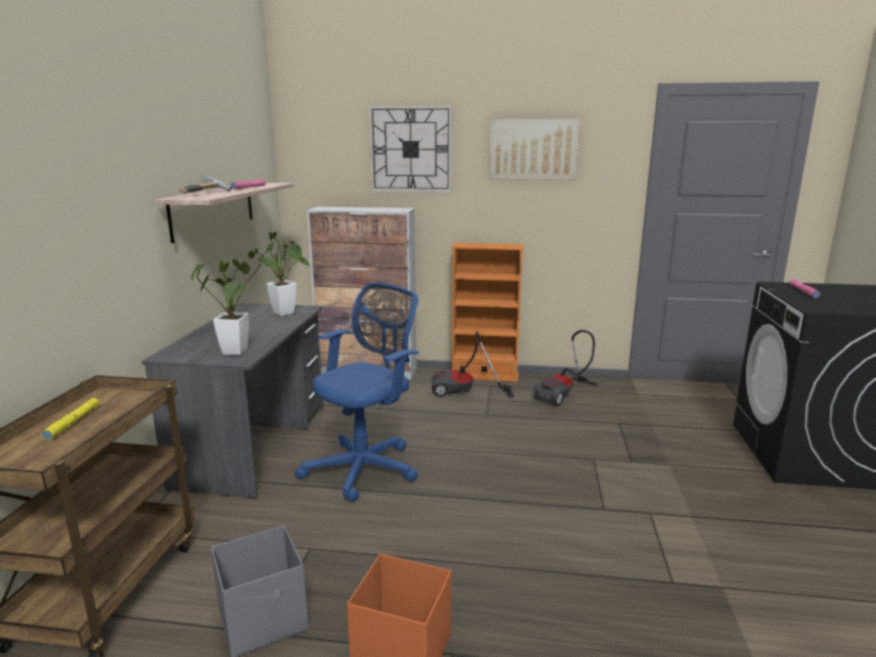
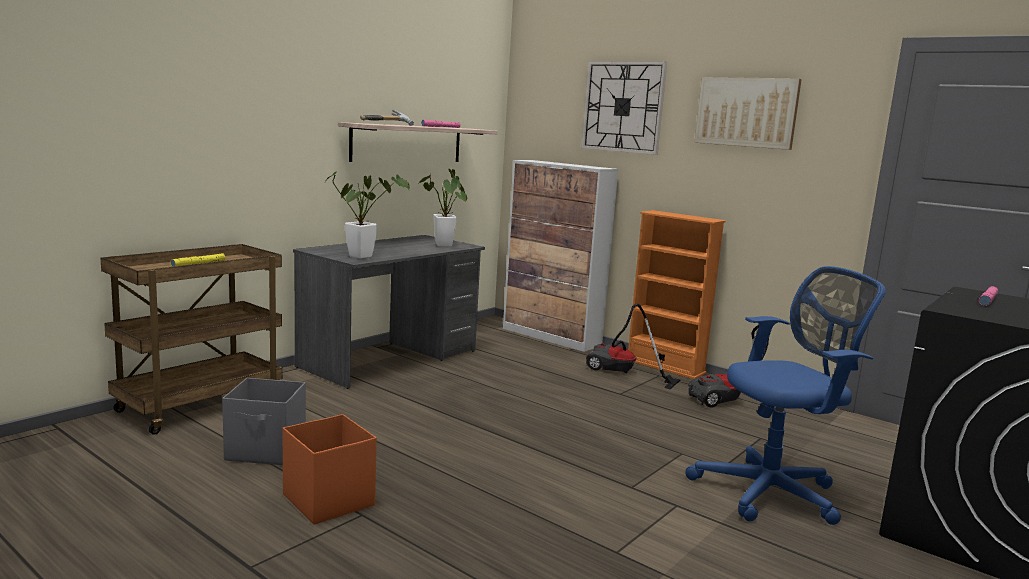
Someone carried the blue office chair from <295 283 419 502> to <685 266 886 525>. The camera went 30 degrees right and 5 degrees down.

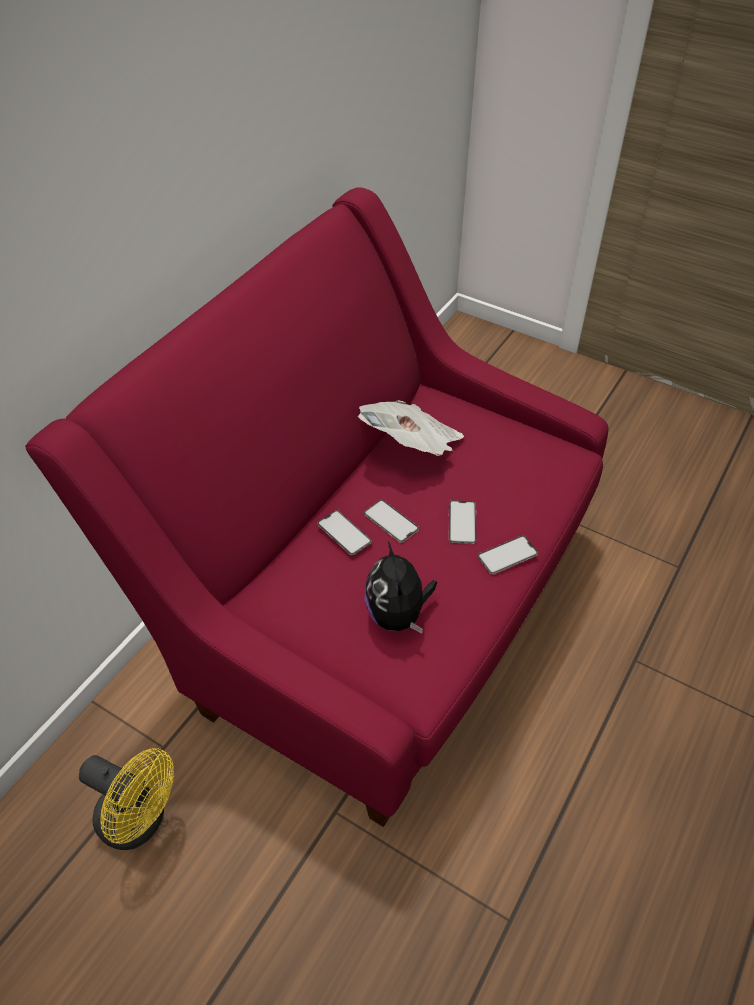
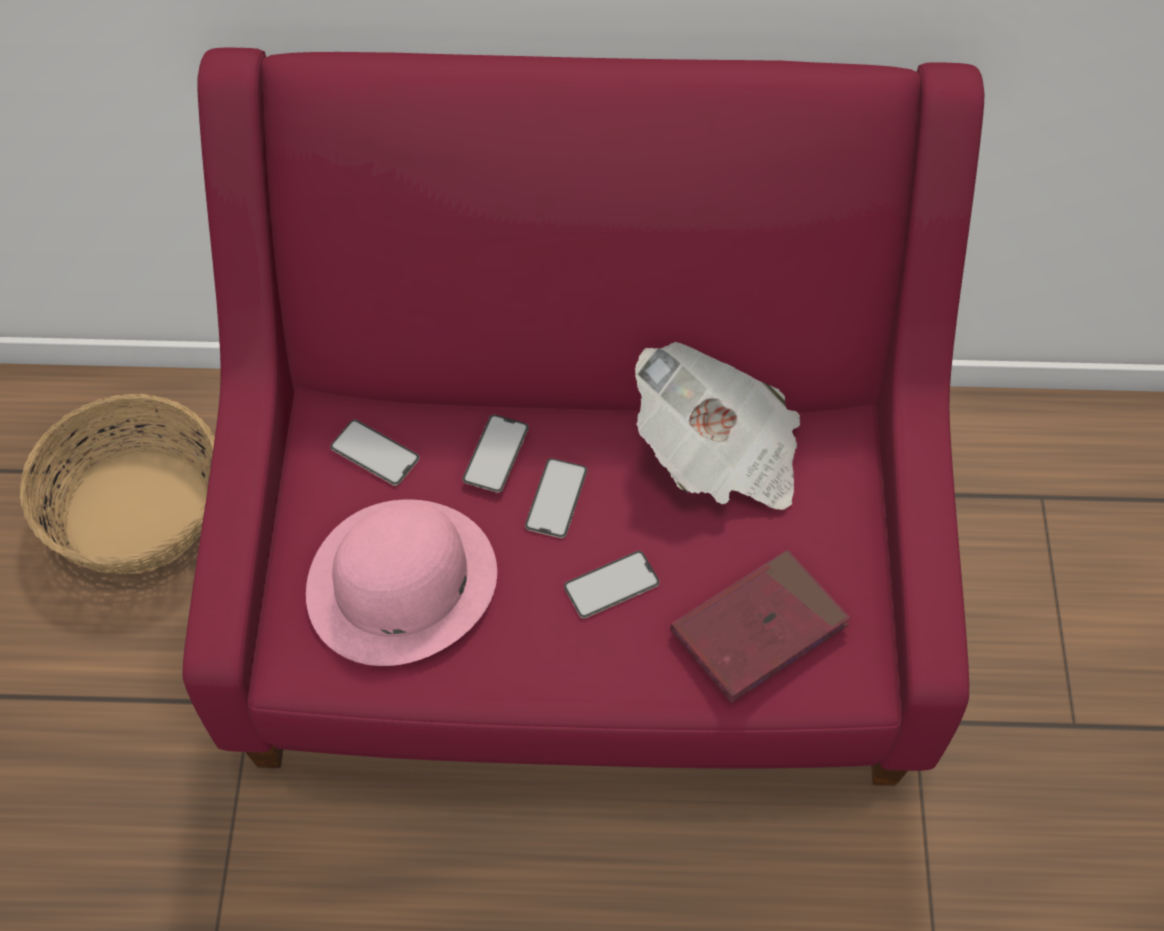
Someone swapped the yellow fan at <79 748 174 850> for the basket at <20 394 215 574>. Someone swapped the plush toy at <365 542 437 633> for the pink hat at <306 499 497 666>. Someone carried the phone from <477 535 538 575> to <330 420 419 486>. Someone put down the red book at <670 550 850 703>. The camera went 60 degrees right and 10 degrees up.

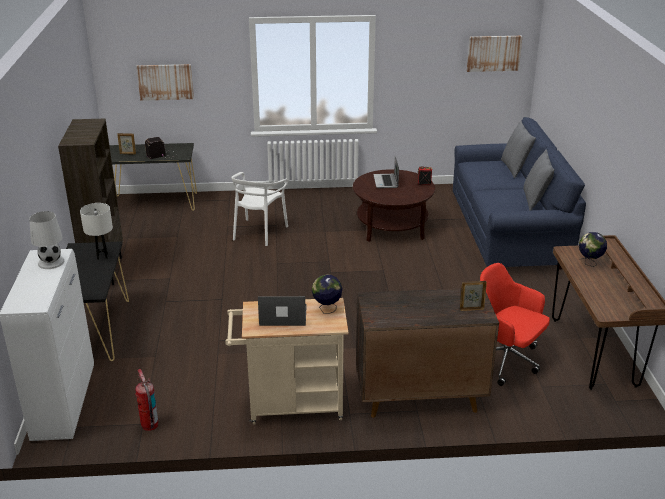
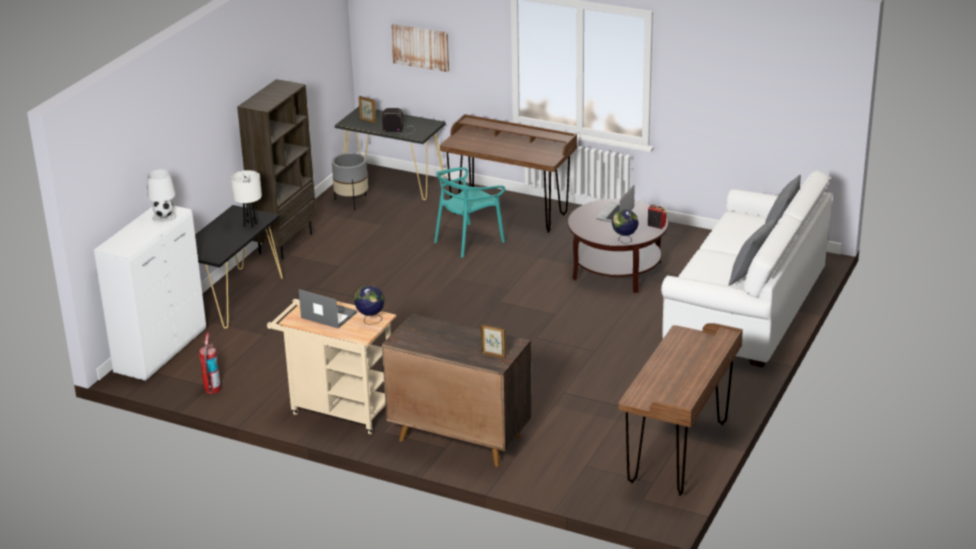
Someone repainted the white chair at <231 172 288 246>, which became the turquoise chair at <434 167 505 258>. Someone repainted the blue sofa at <453 117 586 269>, which became the white sofa at <661 171 832 367>. Someone took away the picture at <467 36 523 72>. Someone took away the red office chair at <480 263 550 386>. Someone carried the globe from <579 232 607 267> to <612 209 639 244>. Someone put down the grey planter at <332 153 368 210>. Someone put down the brown desk at <440 114 577 233>. The camera went 30 degrees right and 0 degrees up.

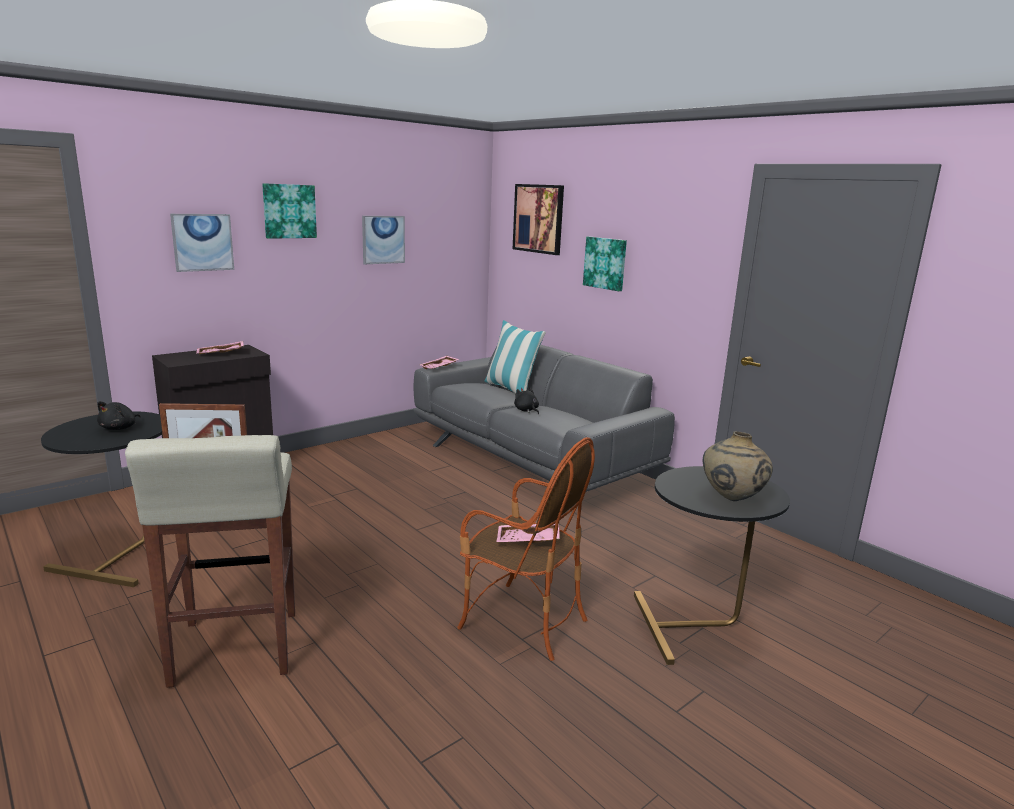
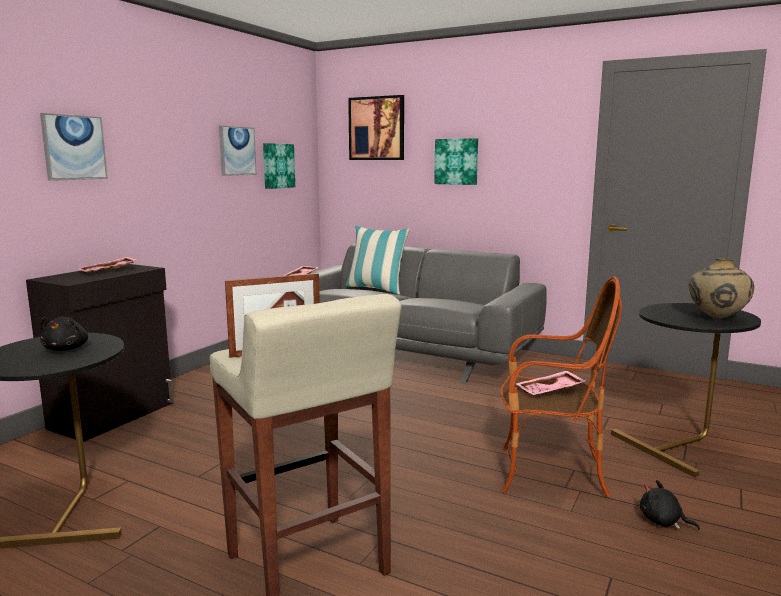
Someone carried the picture from <262 183 317 239> to <263 143 295 189>. Someone carried the black plush toy from <514 387 539 414> to <640 480 700 530>. The camera went 20 degrees left and 5 degrees down.

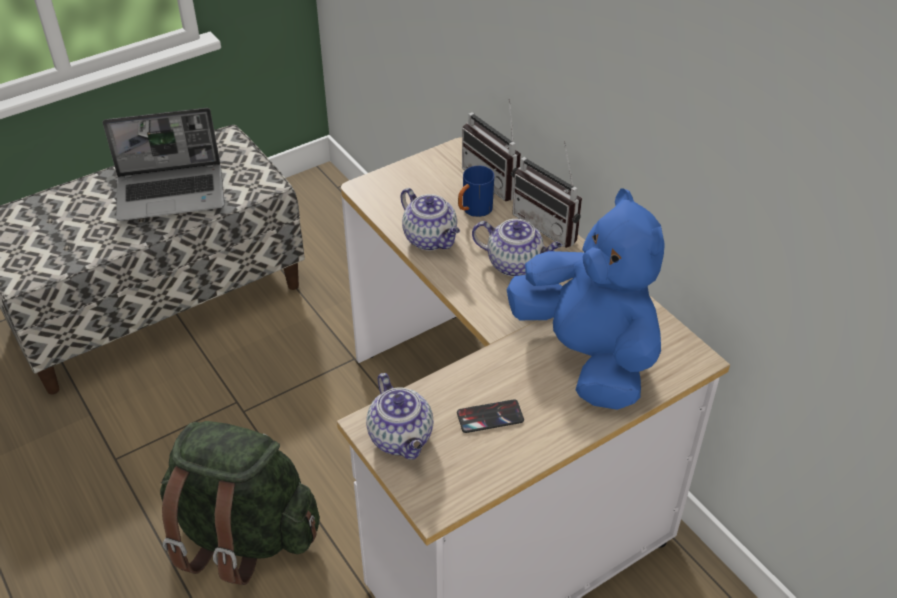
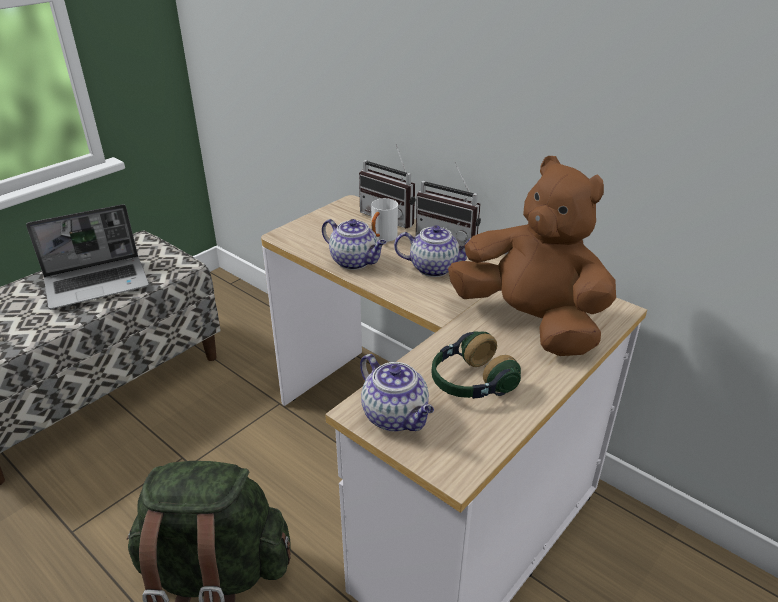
Someone swapped the phone at <457 399 524 433> for the headphones at <431 331 521 399>. Someone repainted the blue mug at <458 166 494 217>, which became the white mug at <371 198 398 242>. Someone repainted the blue plush toy at <507 189 665 410>, which became the brown plush toy at <448 156 616 356>. The camera went 15 degrees left and 10 degrees down.

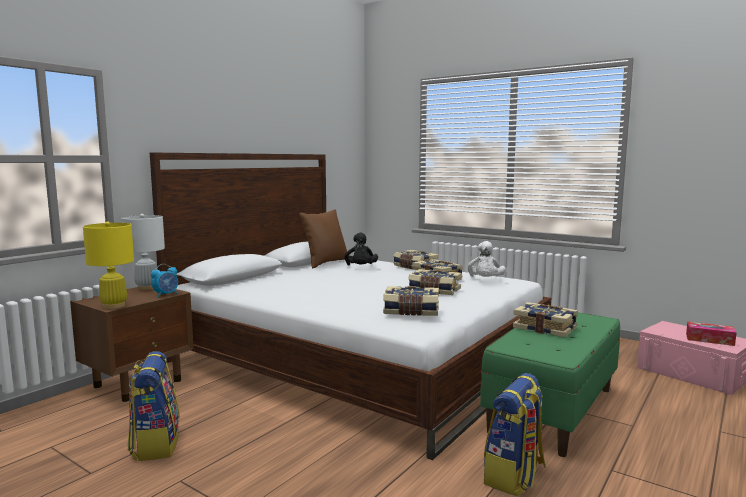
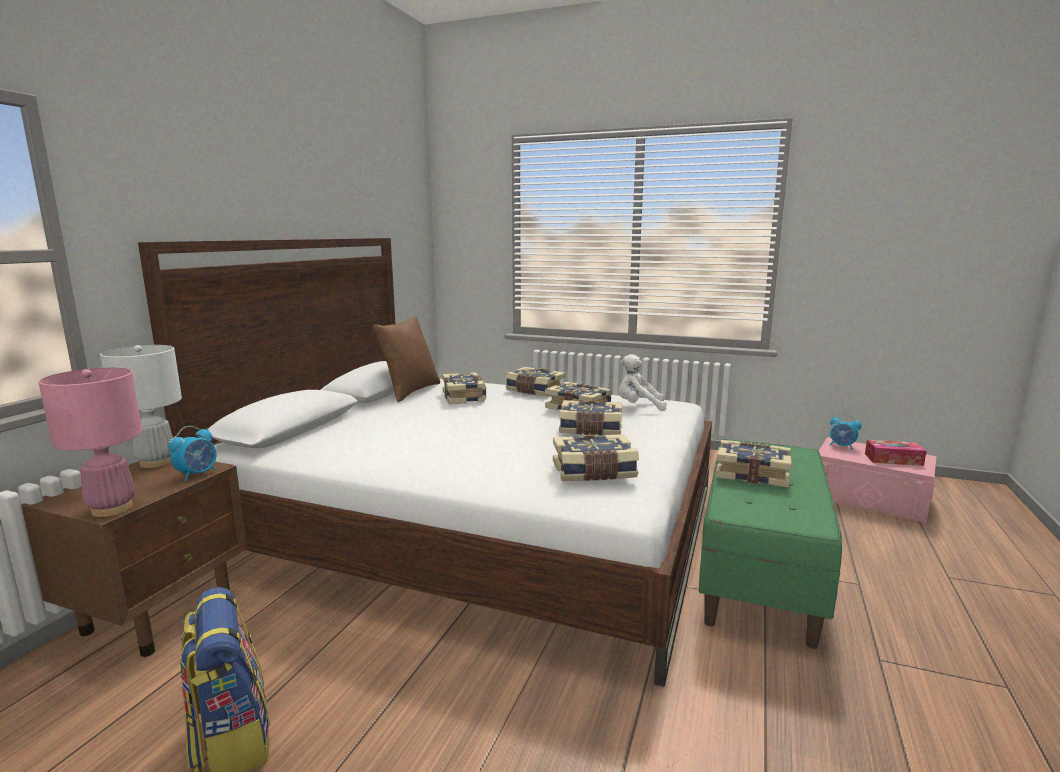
Someone repainted the yellow table lamp at <83 221 134 309>, which became the pink table lamp at <39 368 142 517>. Someone swapped the black plush toy at <344 232 378 266> for the book at <442 372 487 404>. Someone rotated the white plush toy at <467 241 506 277> by 105 degrees clockwise. Someone took away the backpack at <484 373 546 496>. Someone put down the alarm clock at <830 414 861 450>. The camera went 15 degrees left and 5 degrees up.

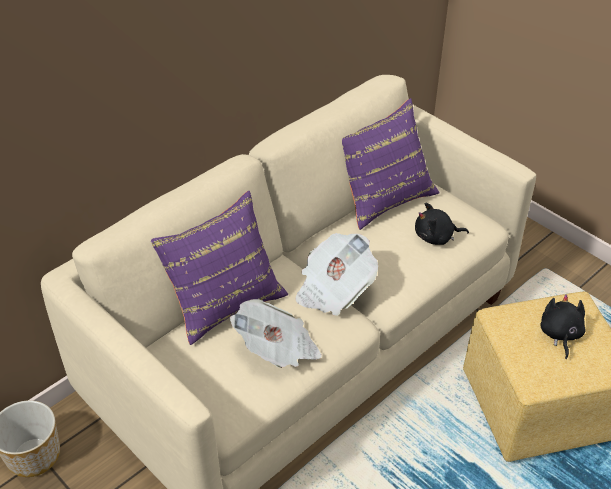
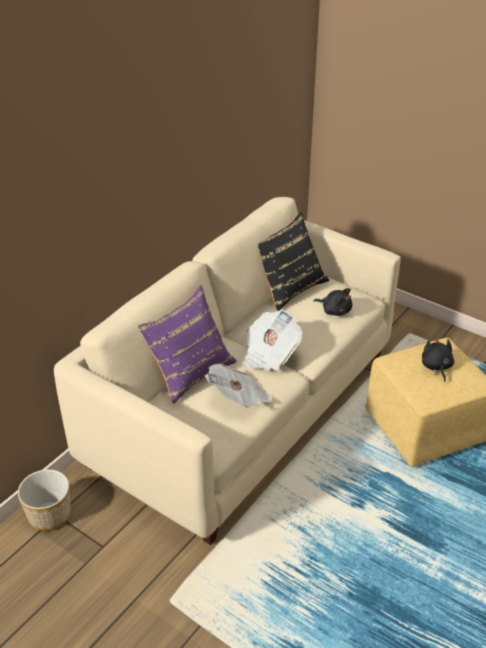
Someone repainted the purple pillow at <342 98 439 230>, which became the black pillow at <258 212 330 311>. Someone rotated the black plush toy at <415 203 469 245> by 135 degrees counterclockwise. The camera went 10 degrees left and 5 degrees down.

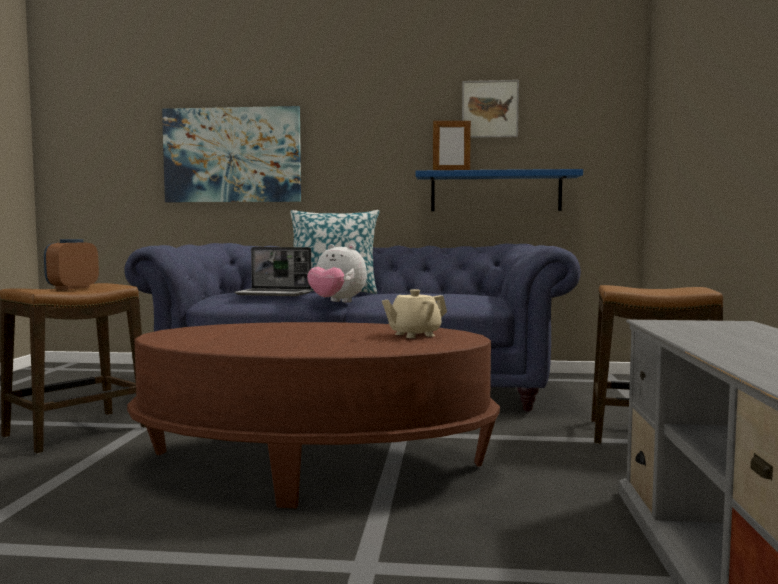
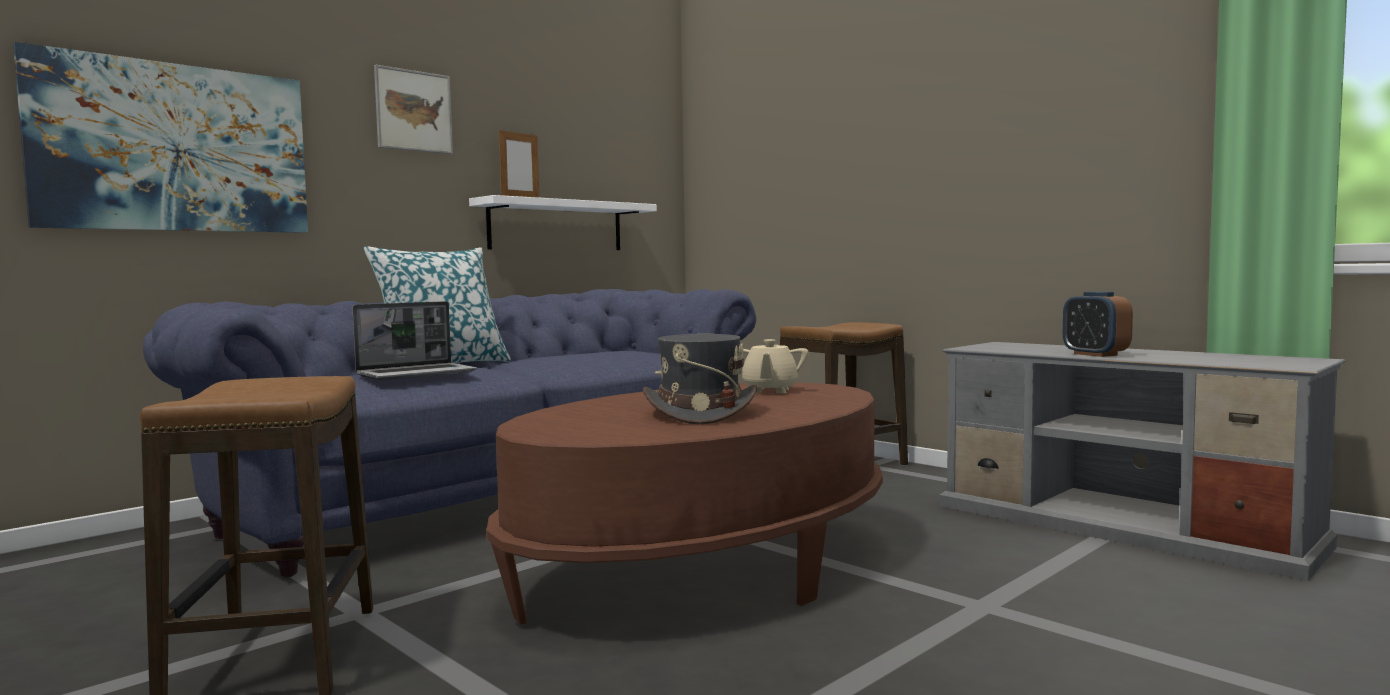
Someone carried the alarm clock from <44 239 99 290> to <1063 291 1133 357>. Someone took away the plush toy at <307 244 367 302>. Someone repainted the blue shelf at <415 169 583 211>, which became the white shelf at <469 195 657 250>. Someone carried the picture from <462 80 519 138> to <374 65 453 154>. Someone put down the grey hat at <643 334 757 424>. The camera went 50 degrees left and 0 degrees up.

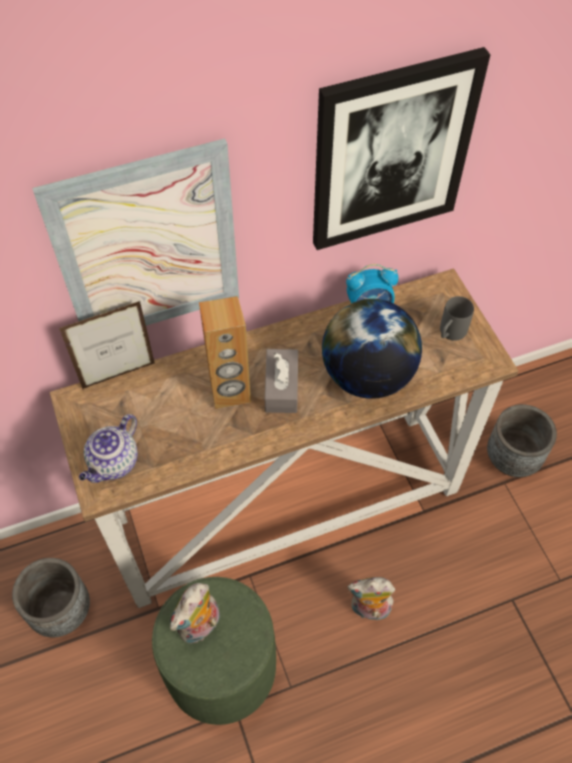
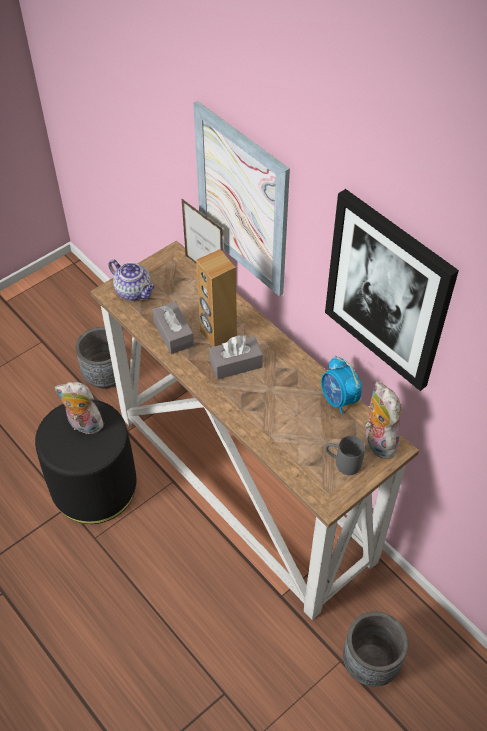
Someone rotated the teapot at <79 414 138 483> by 150 degrees counterclockwise. Someone repainted the green ottoman at <152 577 276 725>, which became the black ottoman at <35 399 136 524>. Someone took away the globe at <322 299 422 399>. Someone carried the plush toy from <348 577 395 621> to <365 381 401 459>. Someone put down the grey tissue box at <152 301 194 354>. The camera went 70 degrees right and 5 degrees down.

